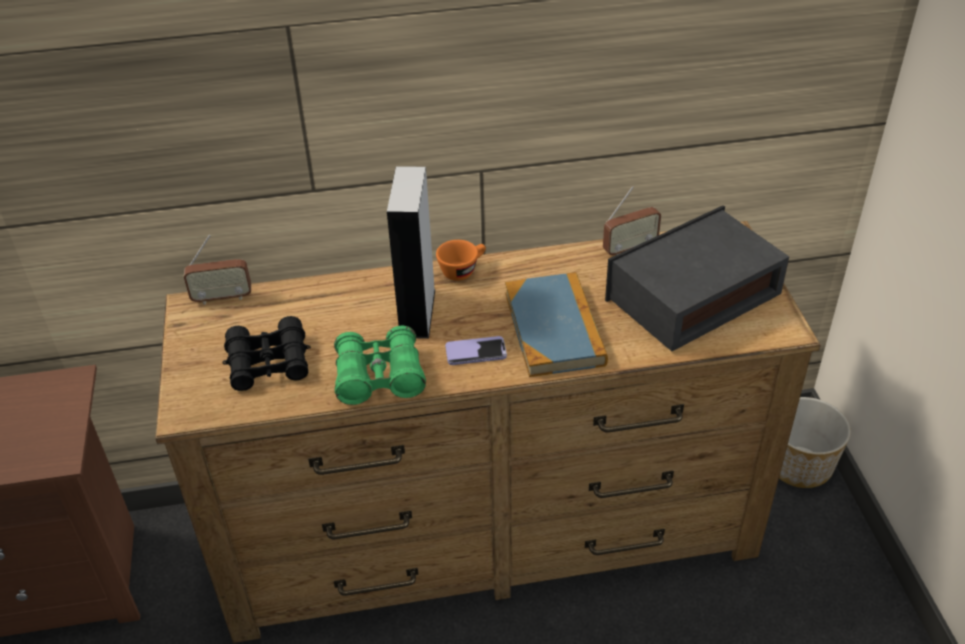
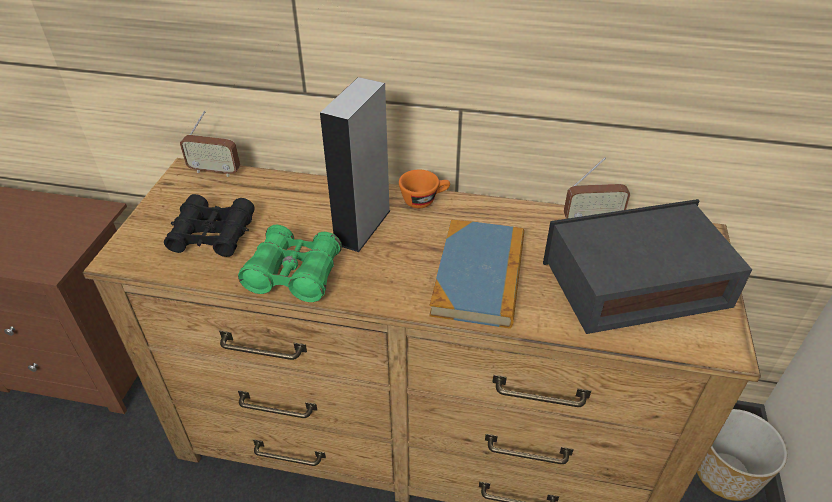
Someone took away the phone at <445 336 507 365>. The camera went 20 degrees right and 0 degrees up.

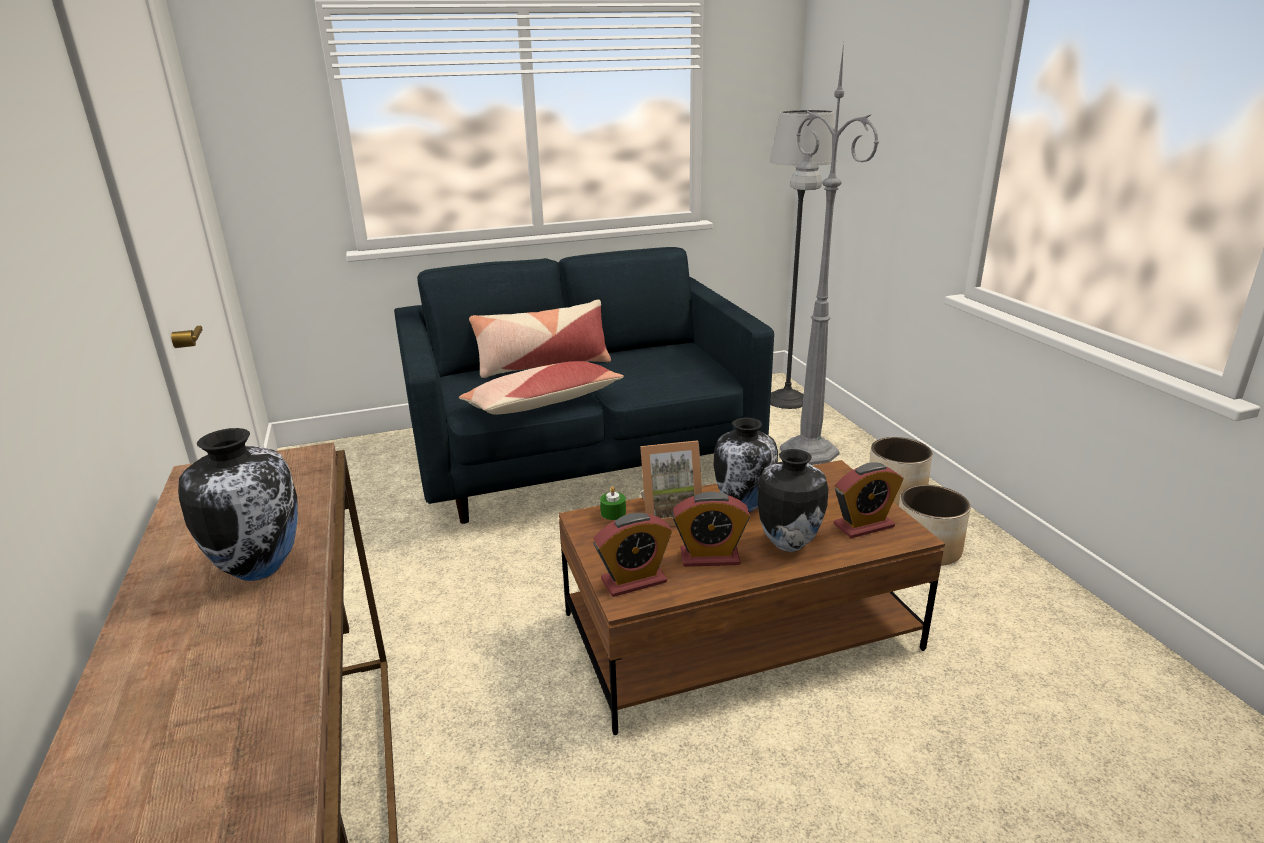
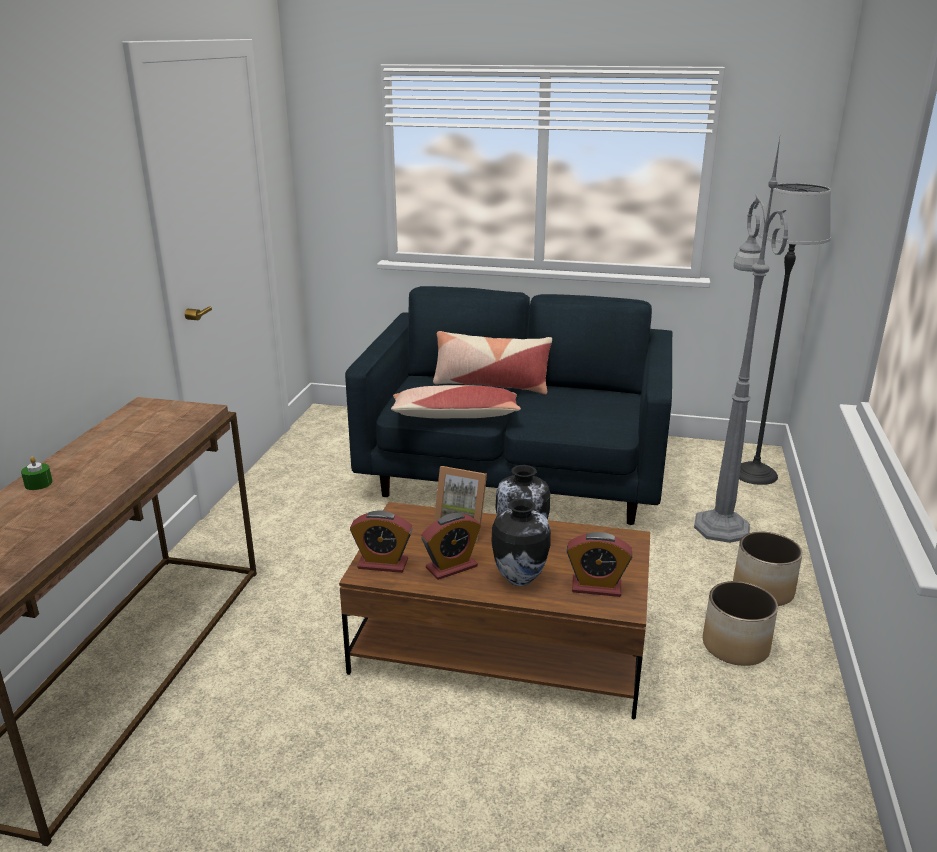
Someone took away the vase at <178 428 298 581>. Someone carried the green candle from <600 486 626 520> to <21 457 53 490>. Someone rotated the alarm clock at <672 491 750 567> by 60 degrees counterclockwise. The camera went 30 degrees right and 0 degrees up.

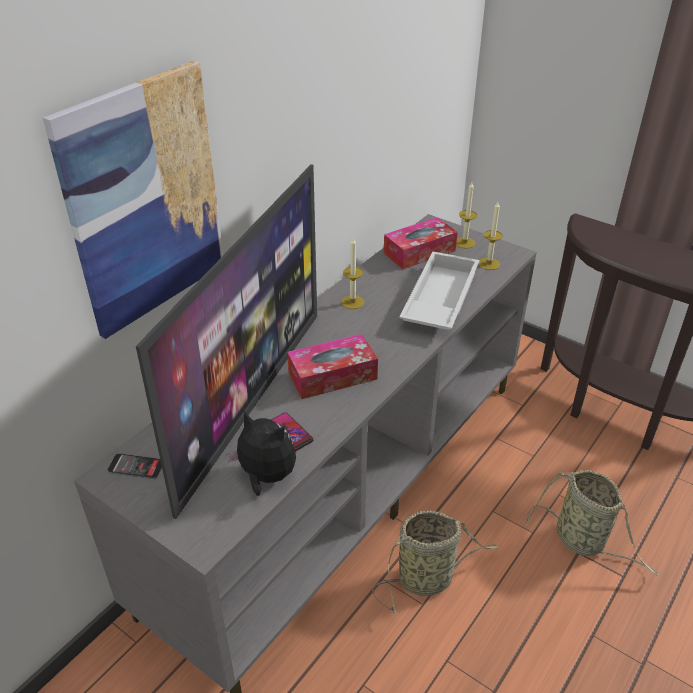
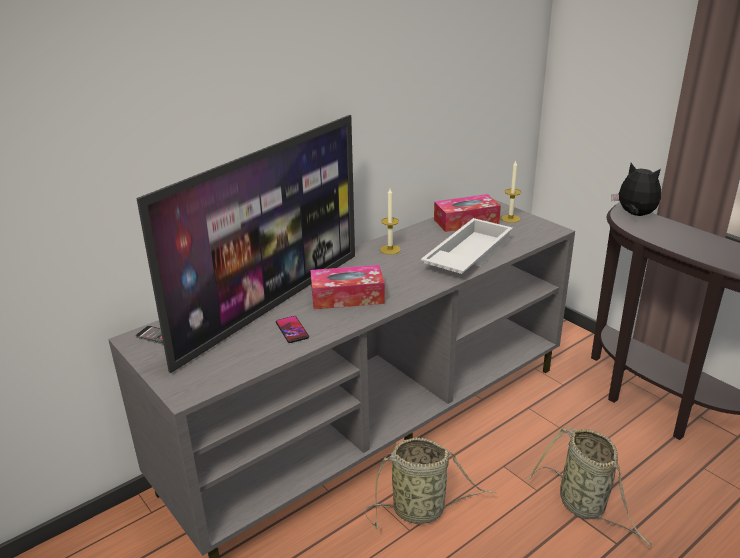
Someone took away the picture at <43 61 223 339>. Someone carried the plush toy from <226 411 296 496> to <612 163 661 216>. Someone took away the candle at <478 202 503 270>. The camera went 15 degrees right and 10 degrees down.

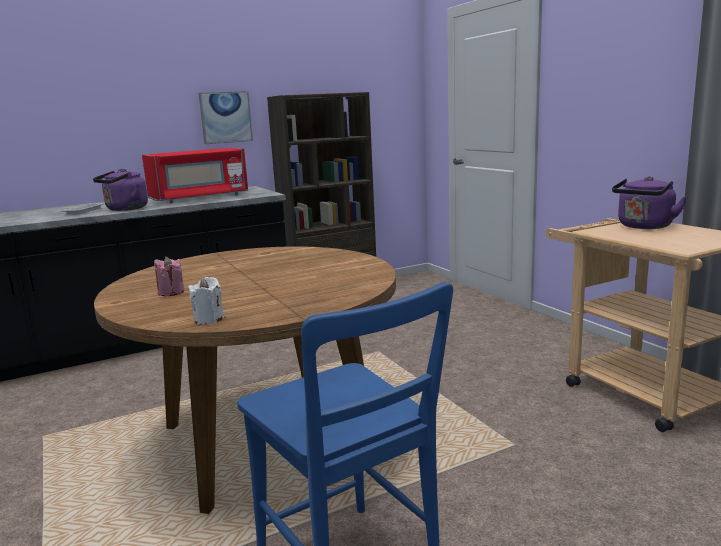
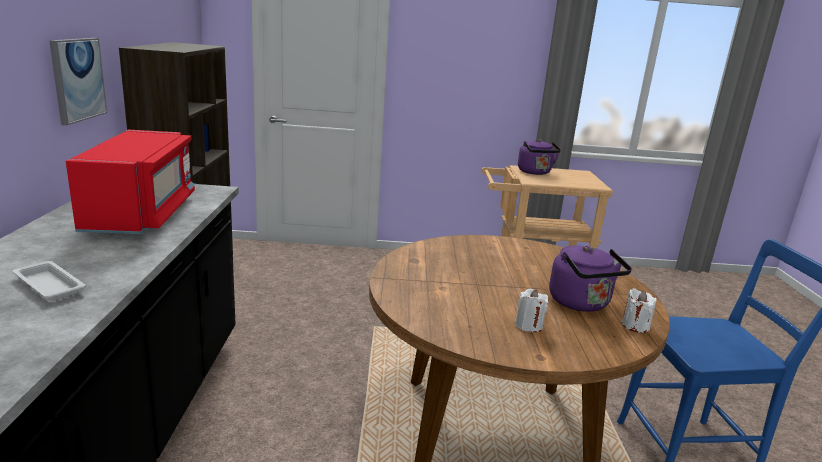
Someone carried the purple kettle from <93 169 148 211> to <549 246 632 312>. Someone repainted the pink candle at <154 256 184 296>, which became the white candle at <515 289 549 332>. The camera went 65 degrees left and 5 degrees up.

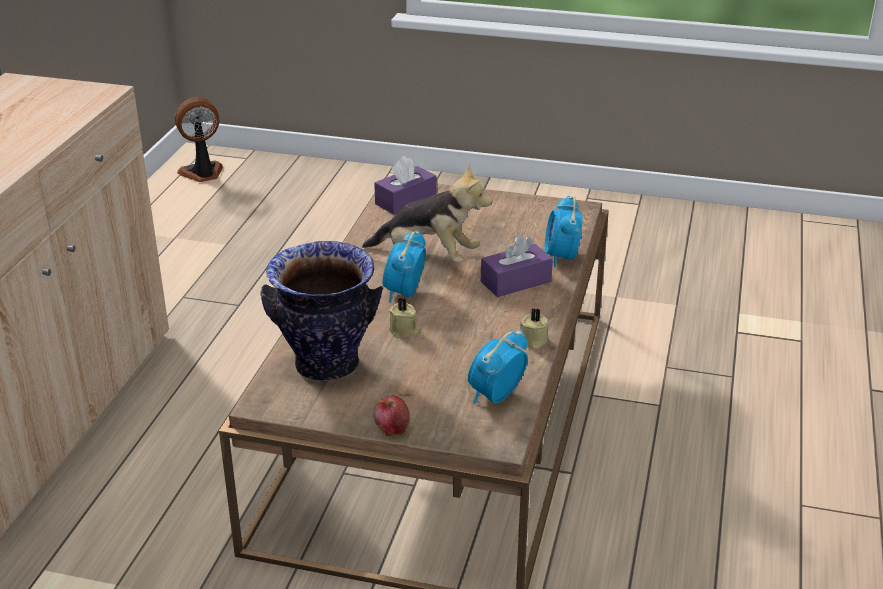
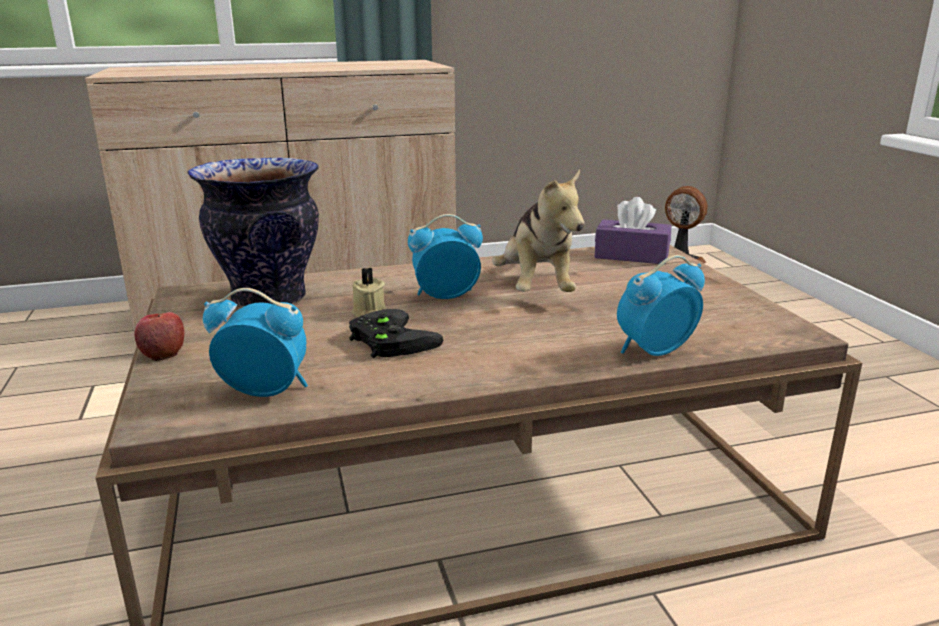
Someone took away the purple tissue box at <481 235 553 297>. Someone took away the beige candle at <520 308 548 349>. Someone put down the black game controller at <349 309 443 358>. The camera went 60 degrees right and 10 degrees down.

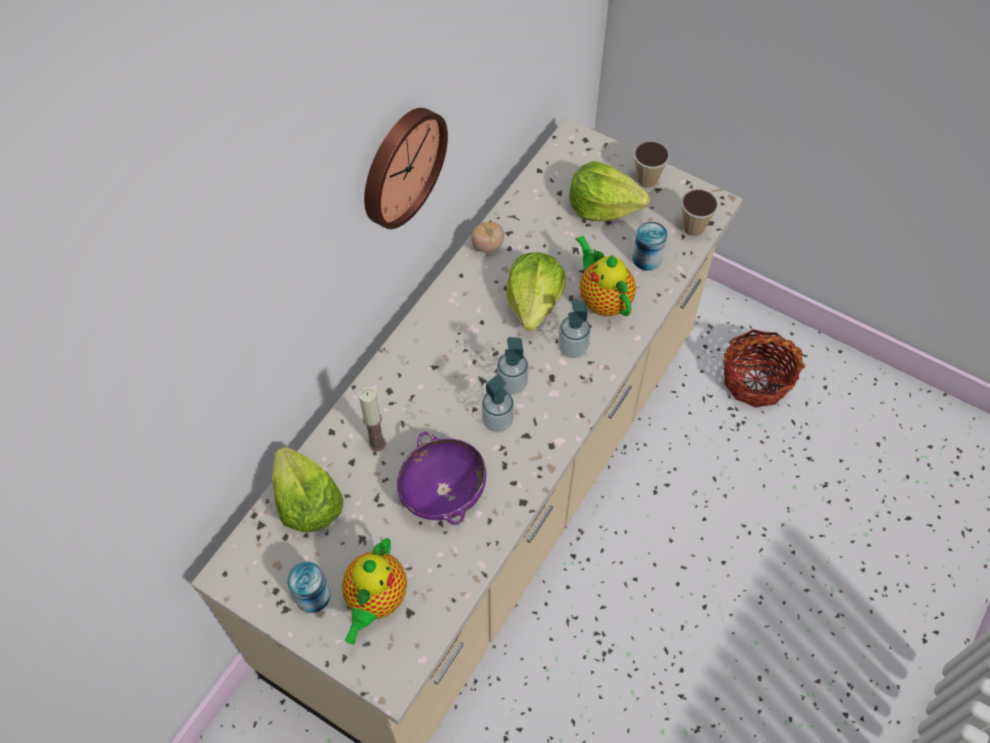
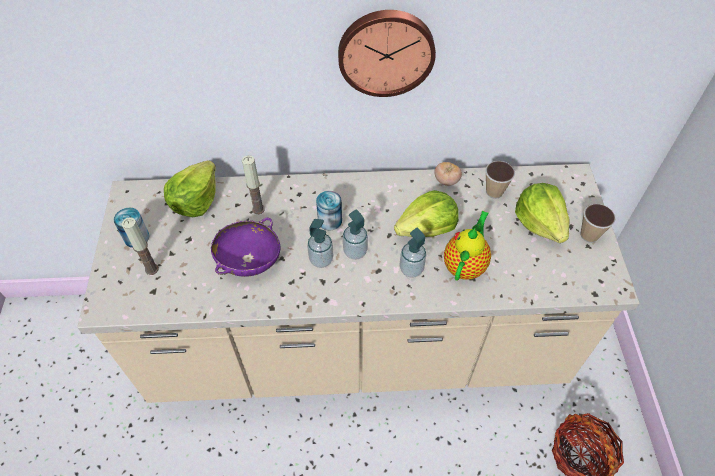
Someone swapped the teapot at <342 538 407 644> for the candle at <122 217 159 275>. Someone carried the can from <632 222 668 271> to <316 191 342 230>. Someone carried the cup from <681 189 718 236> to <485 161 515 199>. The camera went 55 degrees right and 5 degrees down.

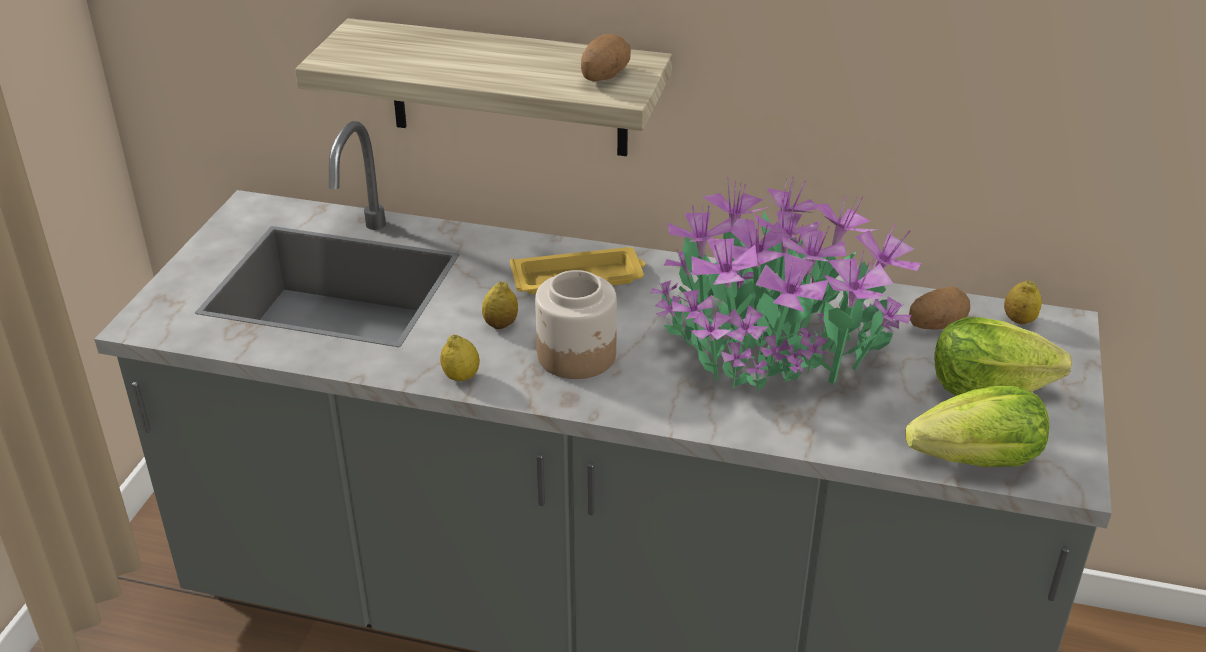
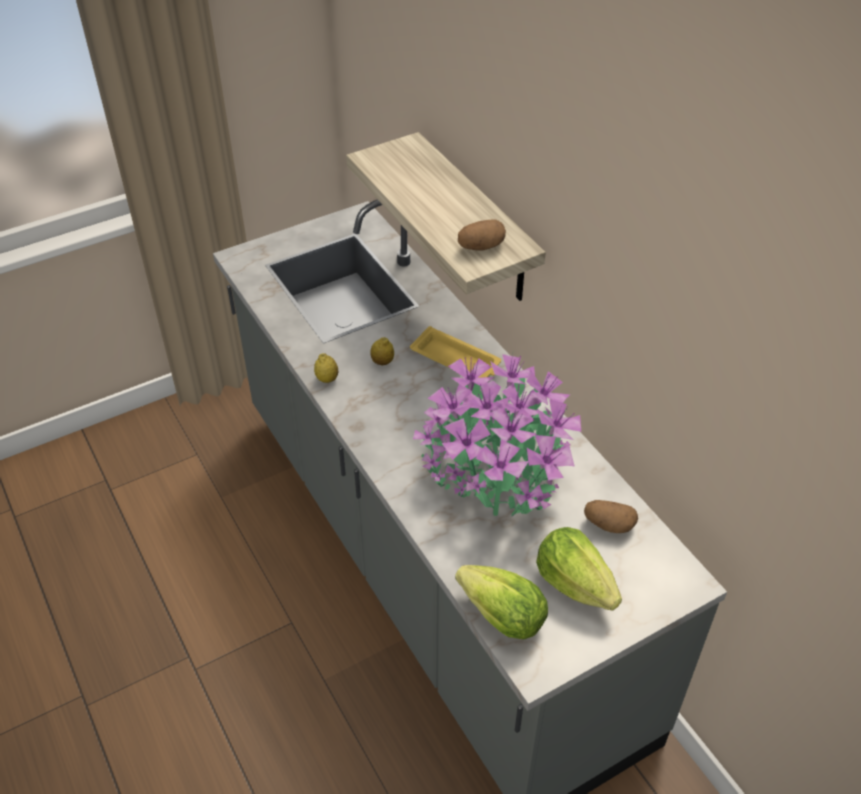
Someone took away the jar at <535 270 617 379>. Someone took away the lemon at <1004 281 1042 324>. The camera went 45 degrees right and 10 degrees up.

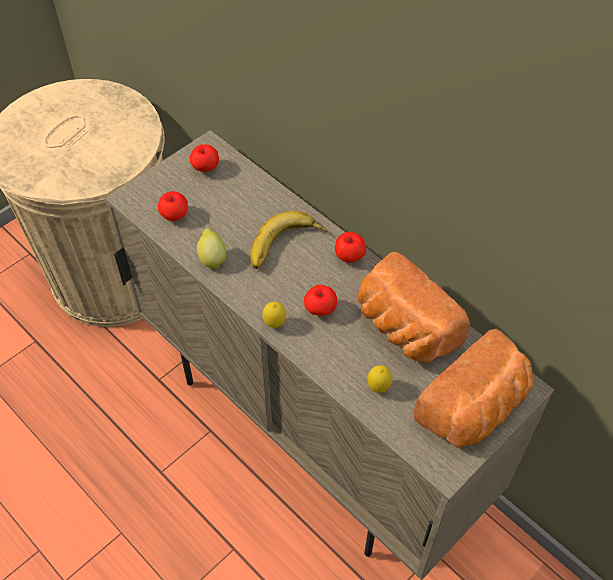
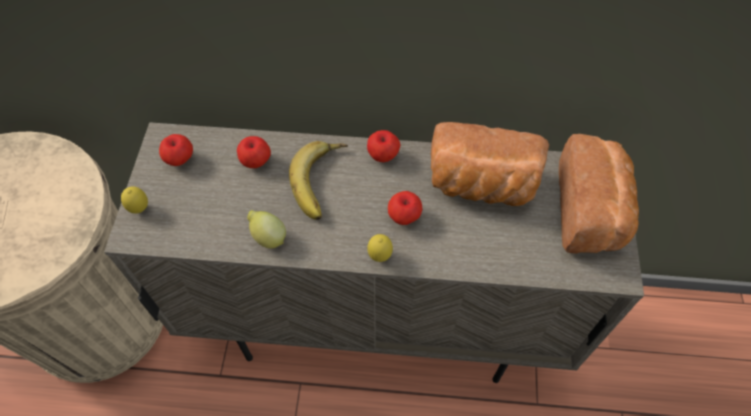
Someone carried the apple from <158 191 188 221> to <237 136 271 168>. Someone carried the lemon from <367 365 392 393> to <121 186 148 214>. The camera went 40 degrees left and 5 degrees up.

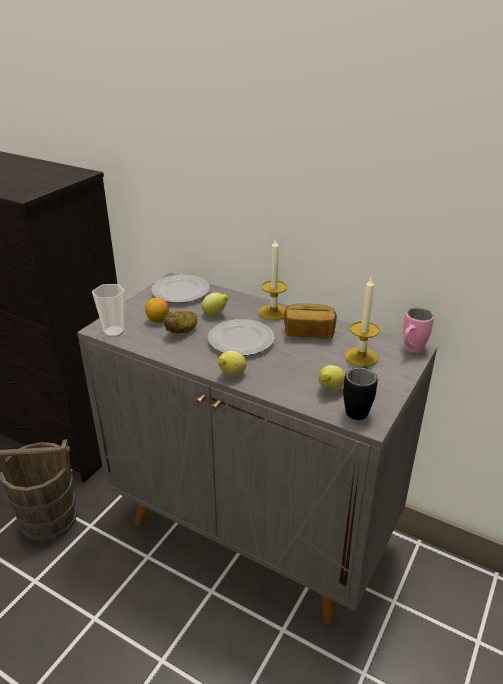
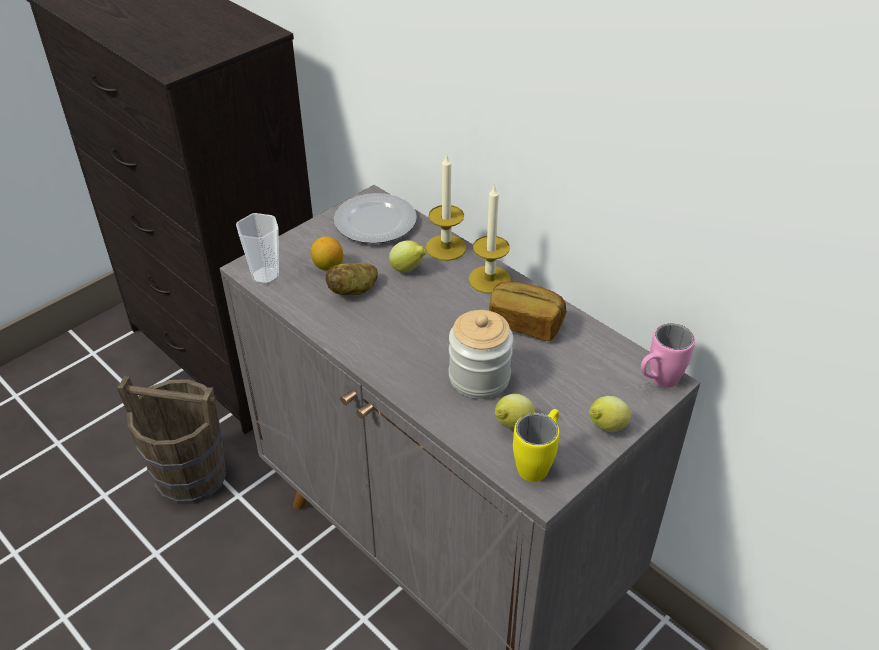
Someone took away the plate at <208 319 275 356>. Someone carried the lemon from <217 351 246 376> to <589 396 631 432>. Someone repainted the black mug at <343 366 378 420>, which became the yellow mug at <513 409 560 482>. Someone carried the candle from <345 278 379 367> to <426 154 467 261>. Someone put down the jar at <449 310 513 399>. The camera went 15 degrees right and 10 degrees up.

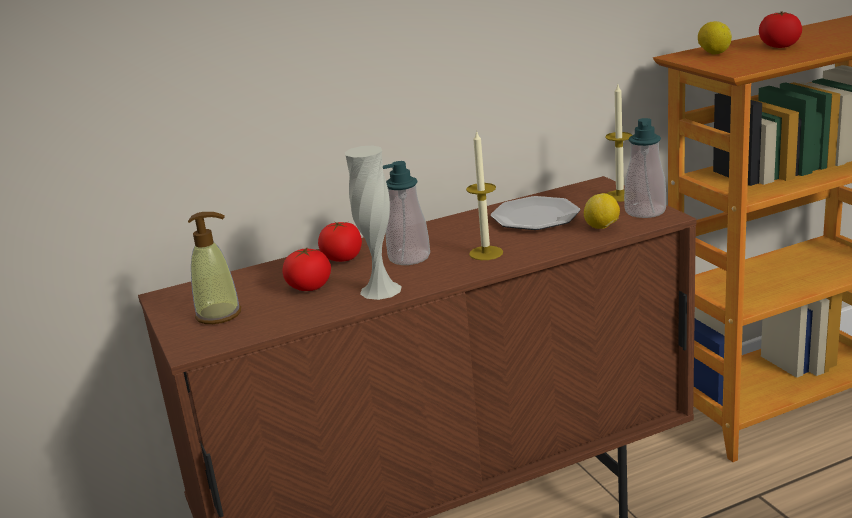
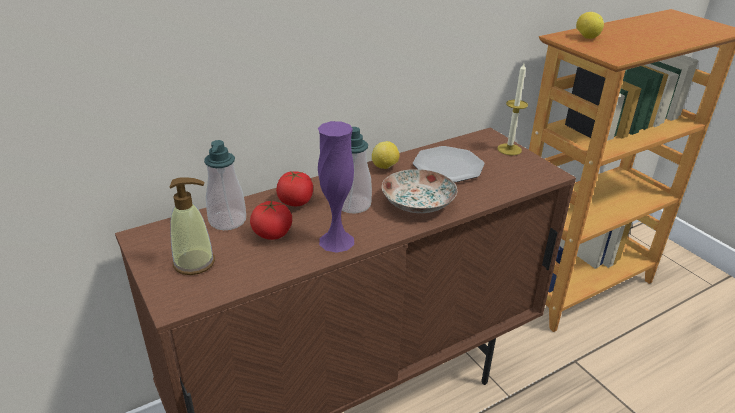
Someone repainted the white vase at <345 146 402 300>, which became the purple vase at <318 121 354 253>. Someone swapped the candle at <466 130 503 260> for the plate at <382 169 457 213>. Someone carried the lemon from <584 193 620 229> to <372 141 400 169>. Someone carried the soap dispenser from <624 118 666 218> to <204 140 246 230>. Someone took away the tomato at <759 12 802 48>. The camera went 10 degrees left and 10 degrees up.

